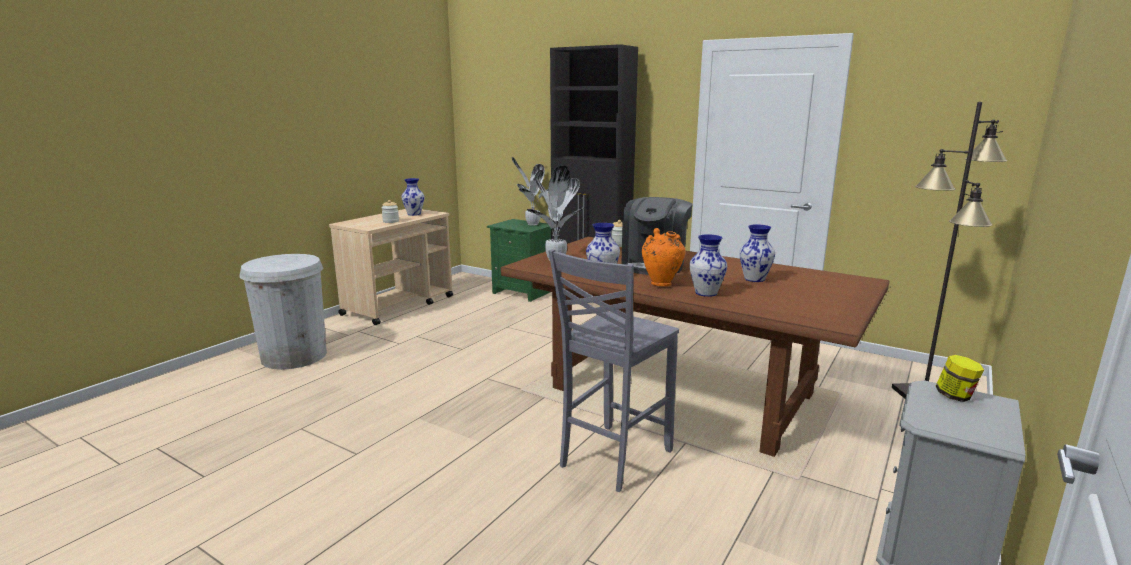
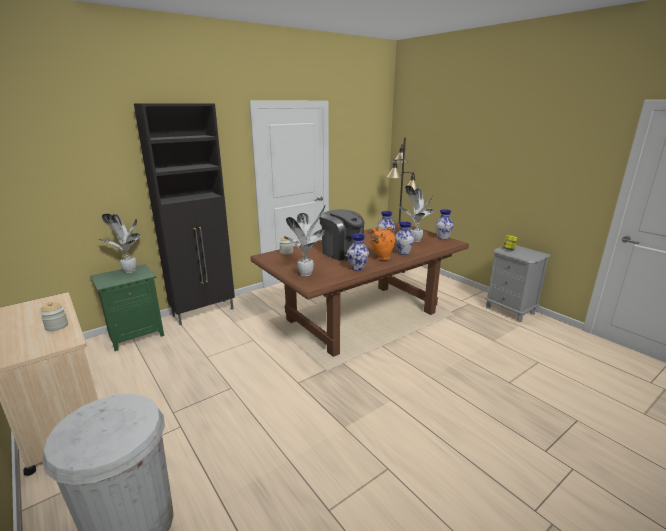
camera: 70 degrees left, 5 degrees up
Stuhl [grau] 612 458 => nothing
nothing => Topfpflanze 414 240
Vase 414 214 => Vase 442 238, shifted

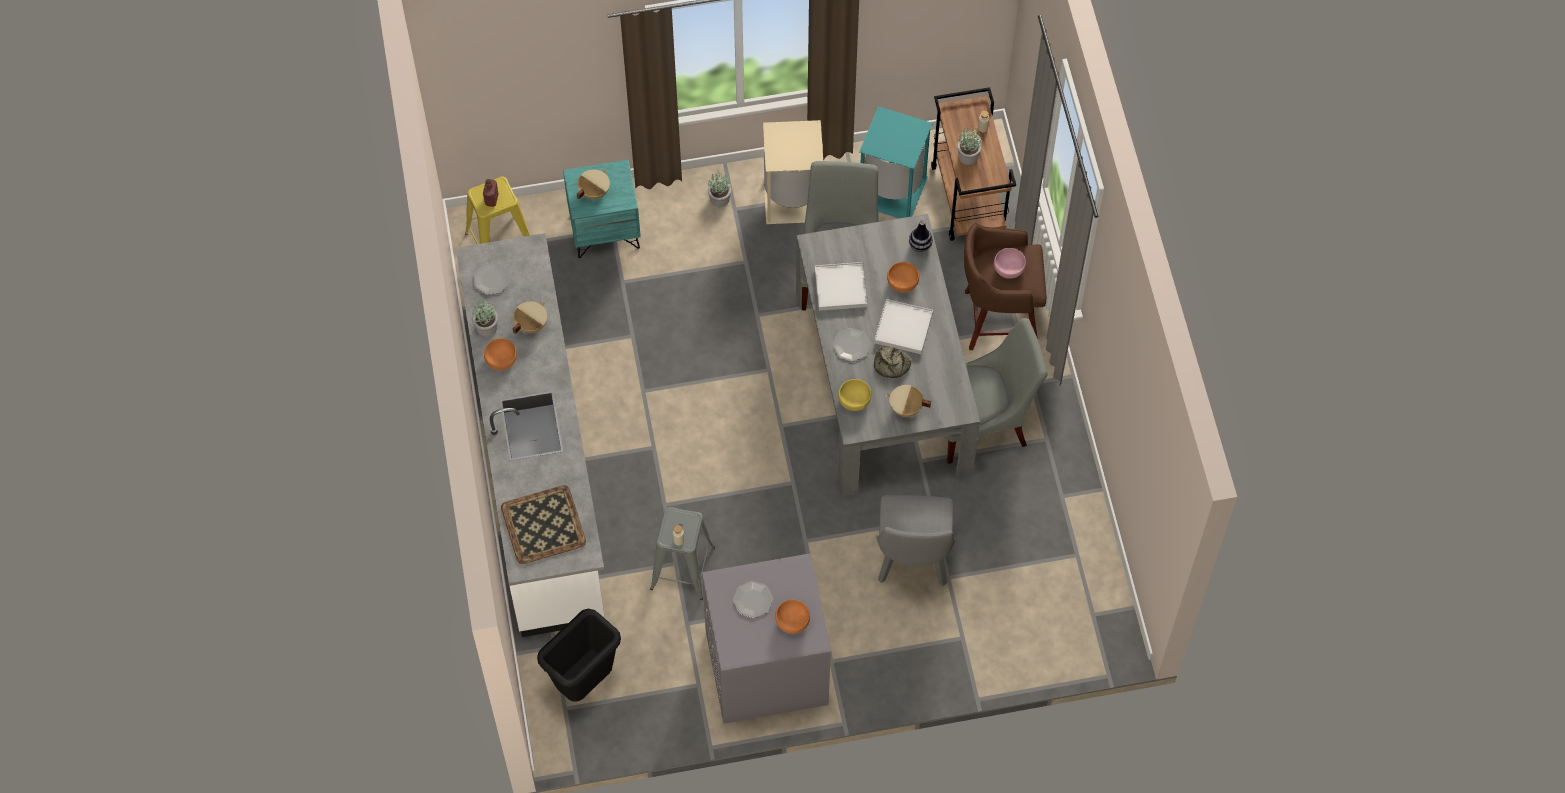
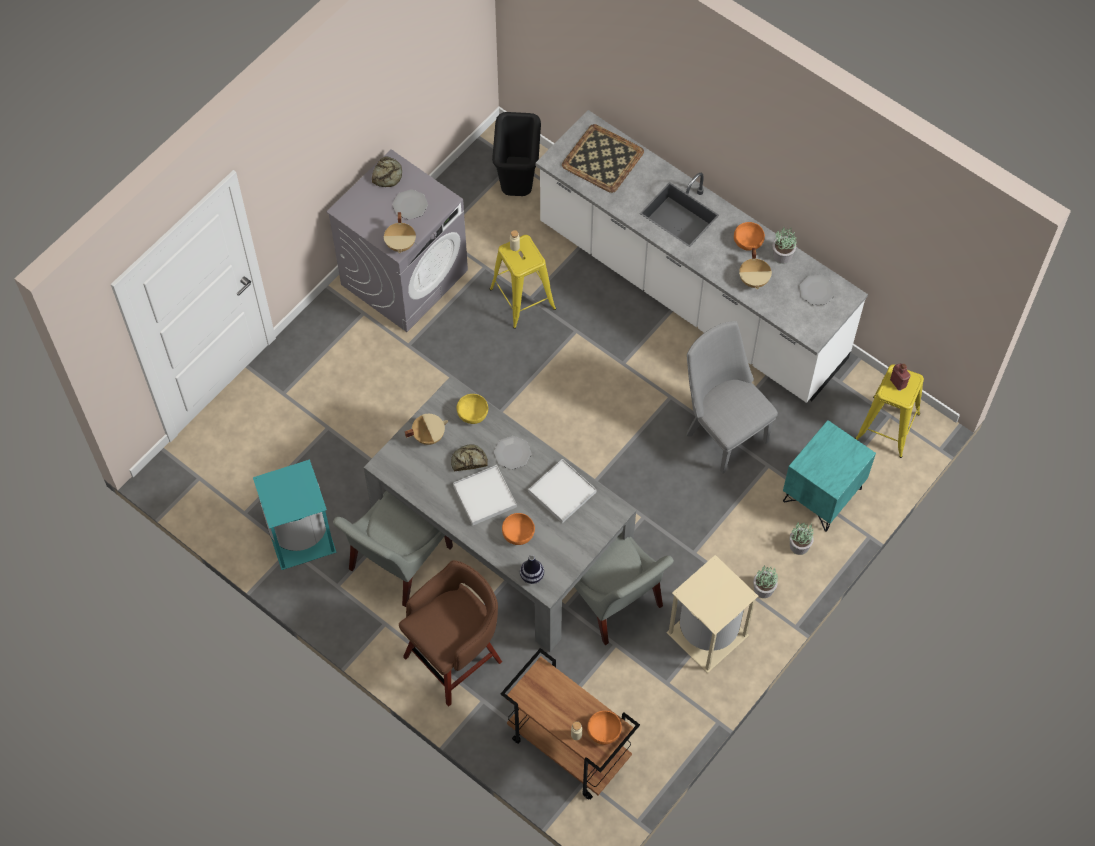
camera: 140 degrees right, 0 degrees up
Schüssel [rosa] 1009 268 => nothing
nothing => Brot 388 174
Kochtopf [beige] 593 191 => Kochtopf [beige] 401 244, shifted
Schüssel [orange] 792 621 => Schüssel [orange] 604 731, shifted
Mülleimer [türkis] 893 192 => Mülleimer [türkis] 299 536, shifted
Stuhl [grau] 913 563 => Stuhl [grau] 722 432, shifted
Topfpflanze 967 156 => Topfpflanze 799 545, shifted
Hocker [grau] 682 568 => Hocker [gelb] 522 299

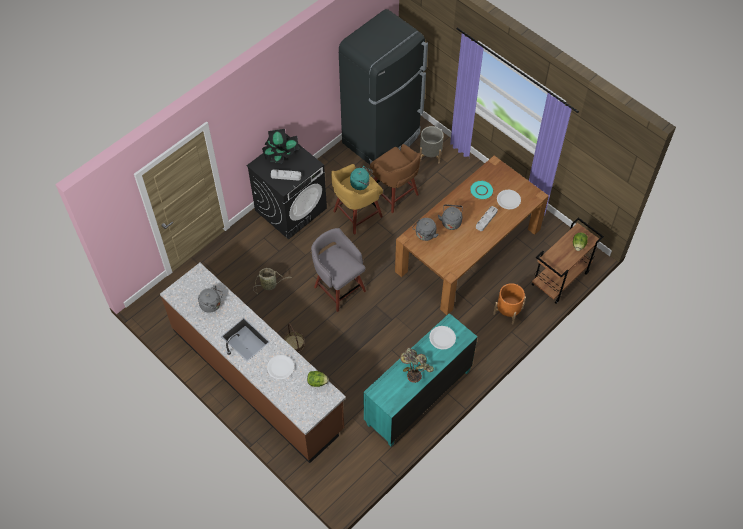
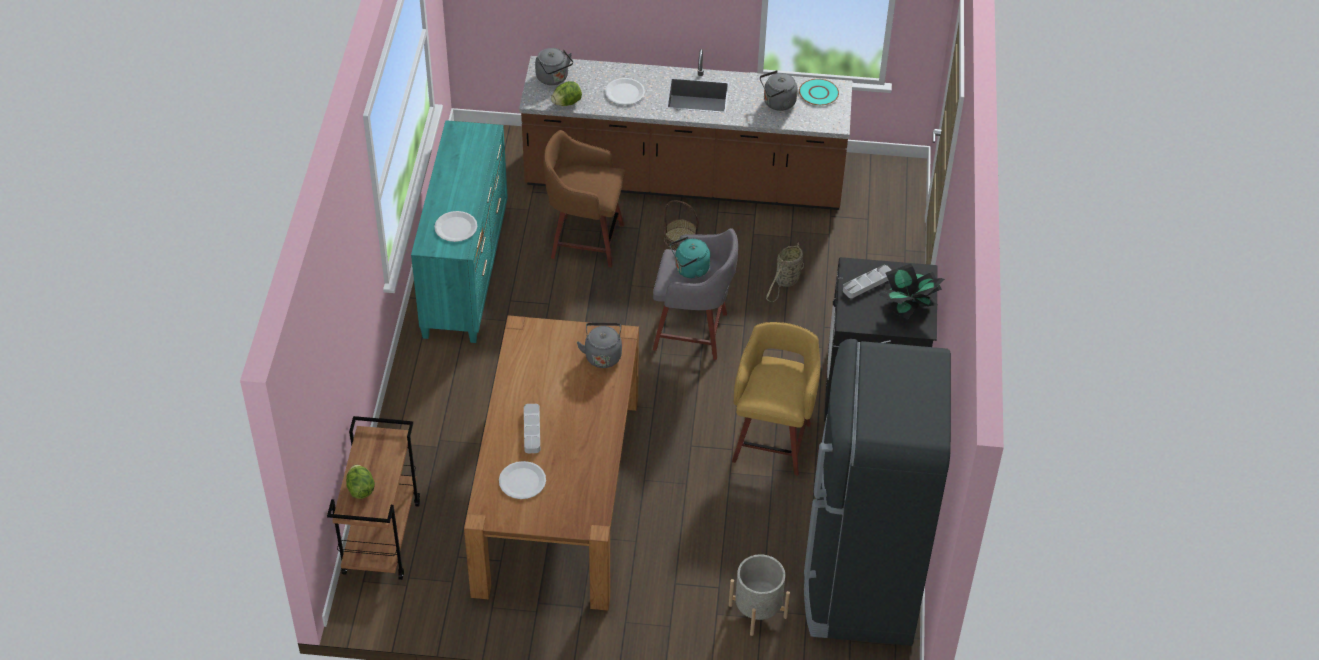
camera: 140 degrees right, 10 degrees down
Topfpflanze 415 368 => nothing
Pflanzkübel [orange] 508 311 => nothing
Wasserkessel [türkis] 361 184 => Wasserkessel [türkis] 690 270, shifted
Hocker [braun] 395 194 => Hocker [braun] 584 240, shifted
Wasserkessel [grau] 451 222 => Wasserkessel [grau] 553 78, shifted
Teller [türkis] 481 190 => Teller [türkis] 819 93, shifted

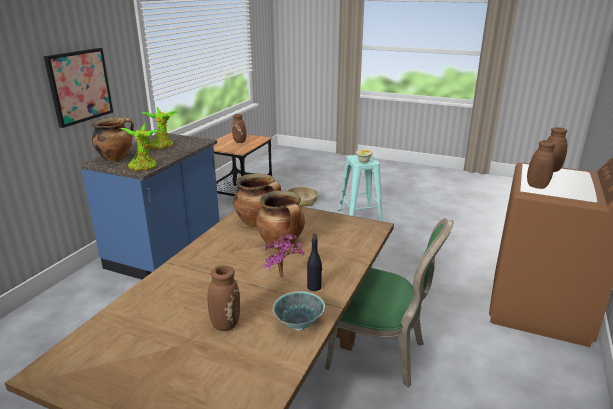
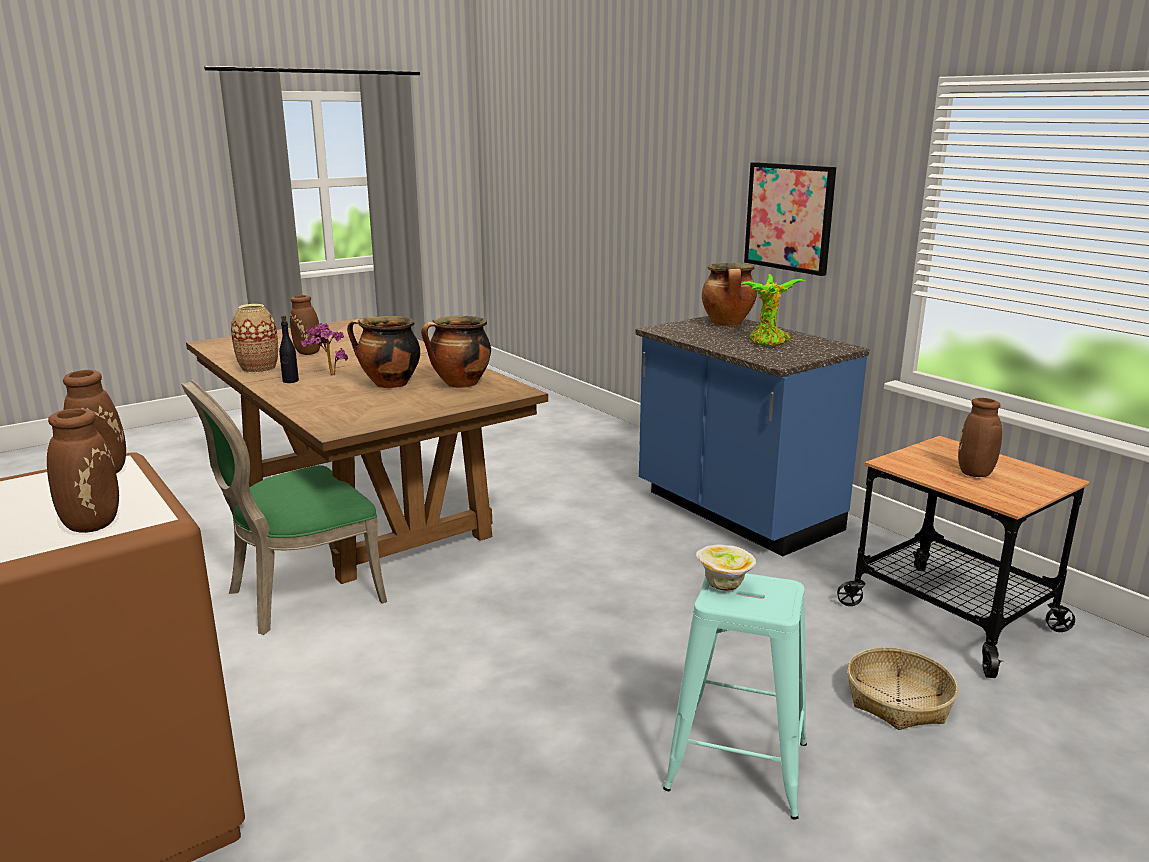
camera: 120 degrees right, 5 degrees down
Topfpflanze 144 167 => nothing
Schüssel 299 324 => Vase 258 369

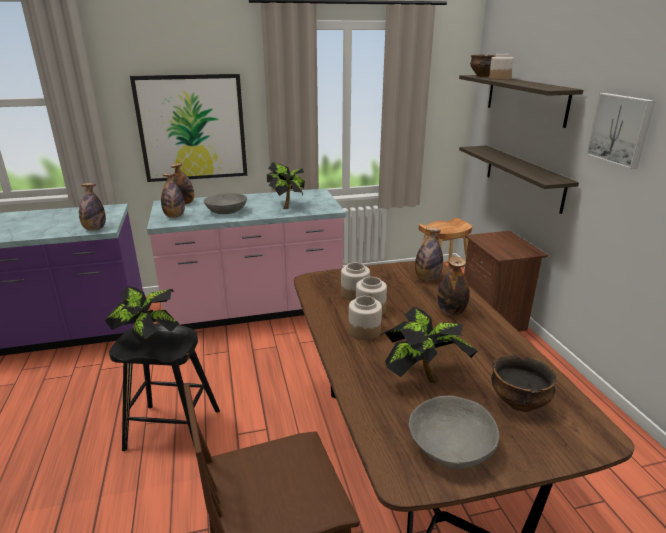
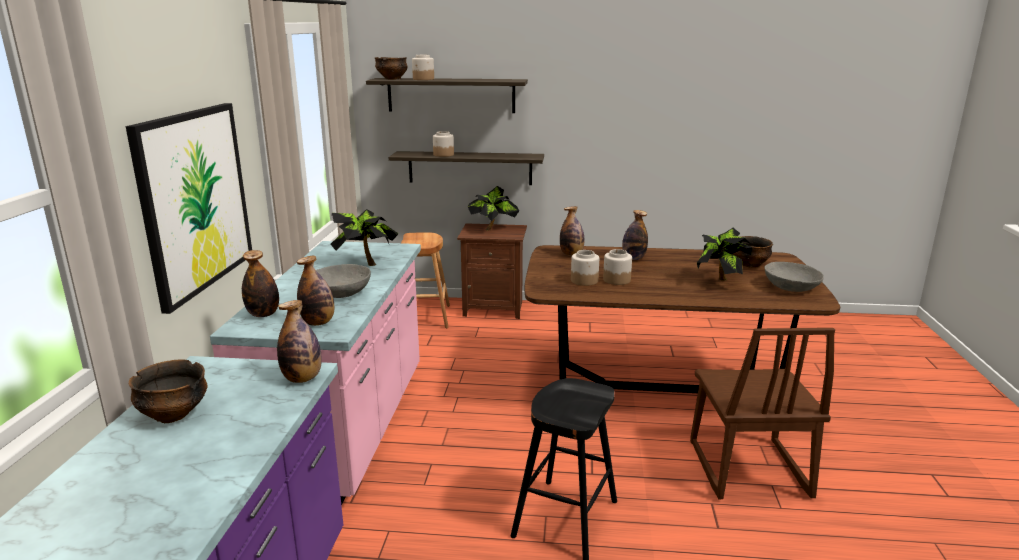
camera: 70 degrees left, 5 degrees down
Bild 620 129 => nothing
nothing => Schüssel 173 414
Topfpflanze 148 342 => Topfpflanze 493 229, shifted
Vorratsglas 364 331 => Vorratsglas 443 155, shifted

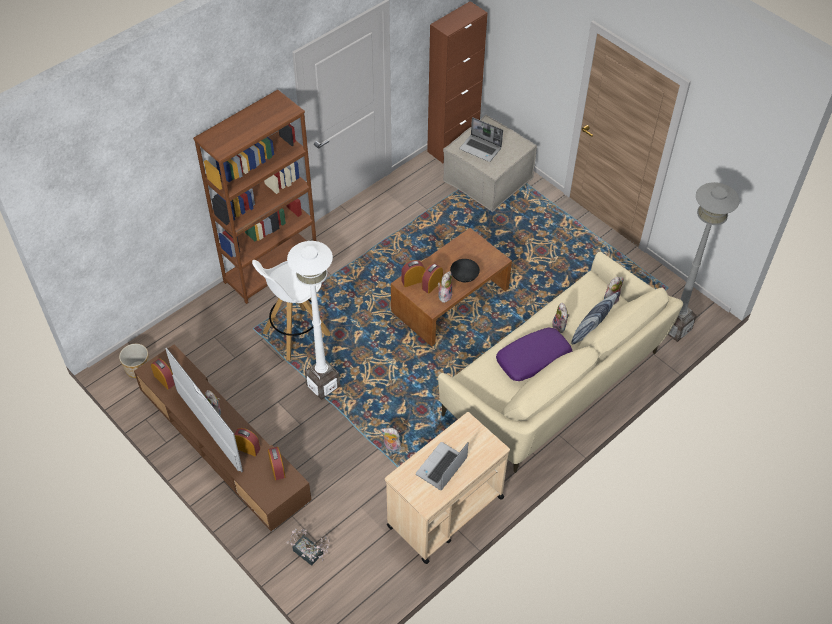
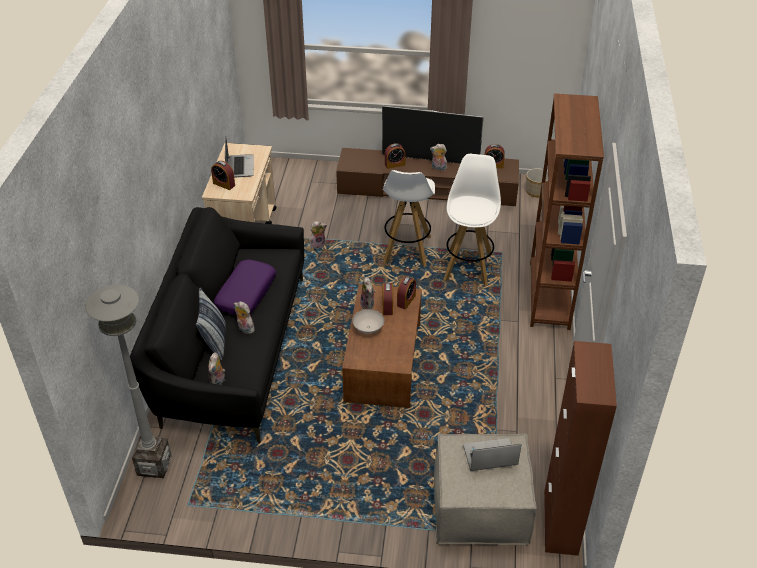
camera: 140 degrees right, 10 degrees down
Topfpflanze 310 554 => nothing
Wecker 277 468 => Wecker 224 184, shifted
Stehlampe [weiß] 323 385 => Hocker [weiß] 407 250
Sofa [beige] 555 384 => Sofa [schwarz] 232 350
Schüssel [schwarz] 464 277 => Schüssel [weiß] 368 328

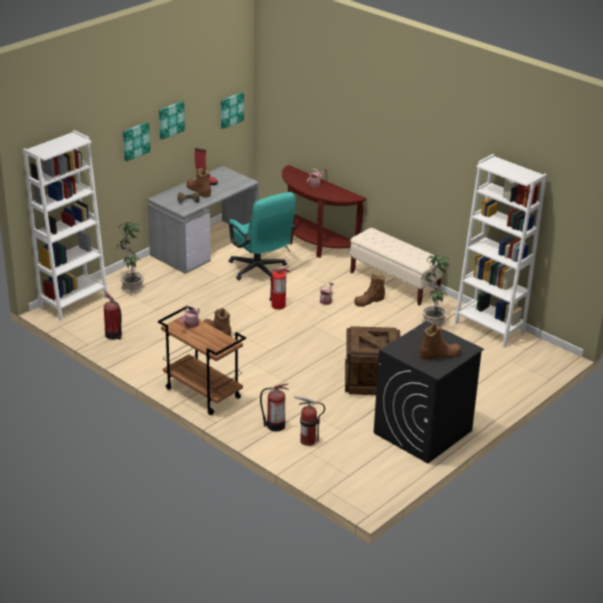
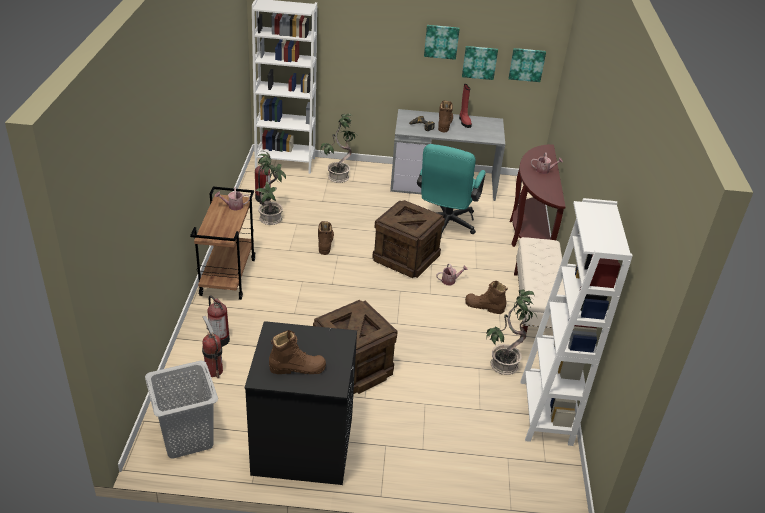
camera: 50 degrees right, 5 degrees up
nothing => Wäschekorb [grau] 187 438
nothing => Topfpflanze 271 219
Bild 135 141 => Bild 479 62, shifted
Feuerlöscher 278 305 => Kiste 406 258
Stiefel [braun] 439 354 => Stiefel [braun] 297 368, 45 degrees counterclockwise

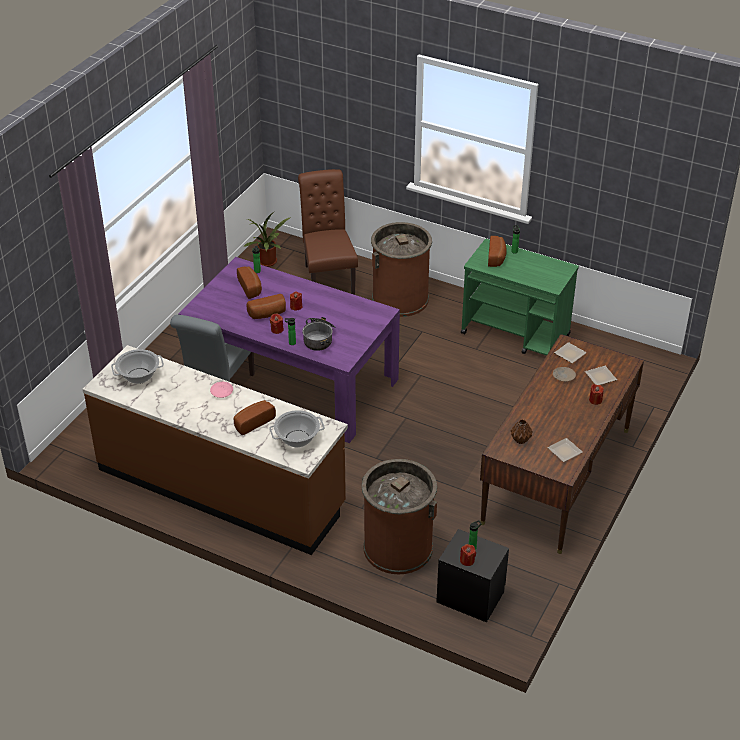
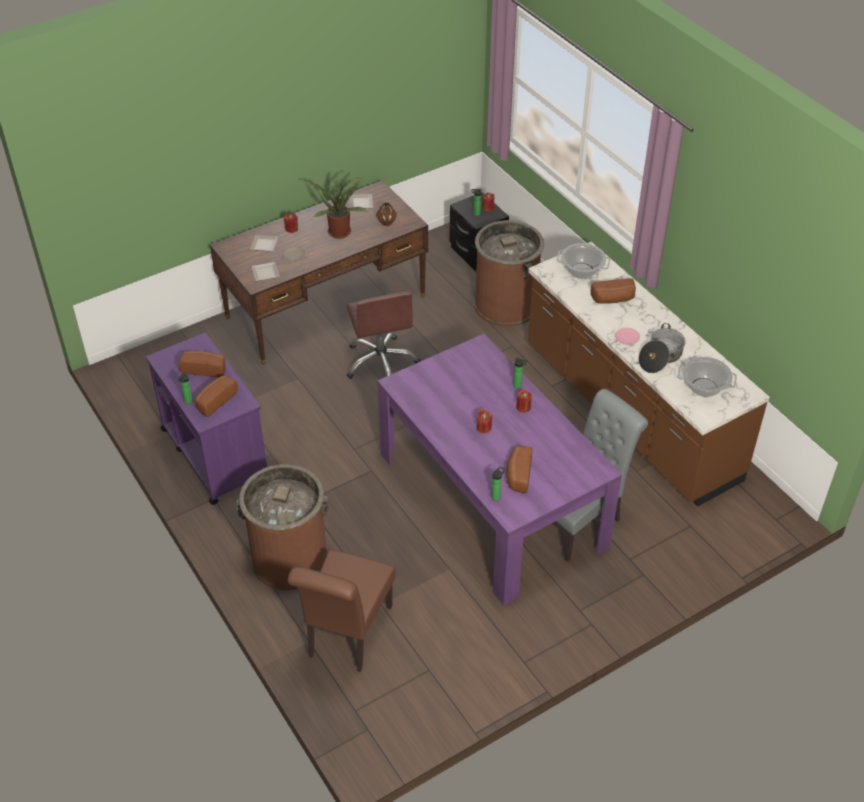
camera: 150 degrees left, 5 degrees up
nothing => Bürostuhl [braun] 381 362
Topfpflanze 268 263 => Topfpflanze 340 230, shifted
Brot 268 314 => Brot 204 369, shifted
Kochtopf 319 338 => Kochtopf 660 357, shifted
Rollwagen [grün] 516 334 => Rollwagen [lila] 214 453

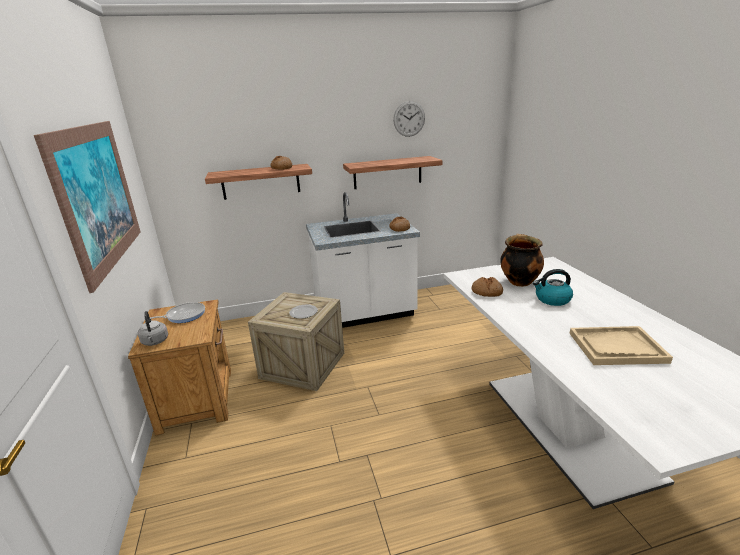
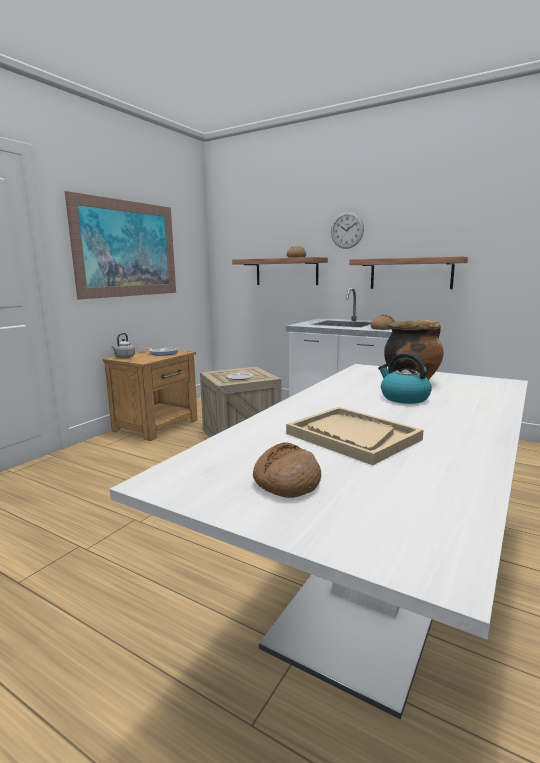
camera: 45 degrees right, 10 degrees down
Wanduhr 409 119 => Wanduhr 347 230, shifted
Brot 486 292 => Brot 286 482, shifted

